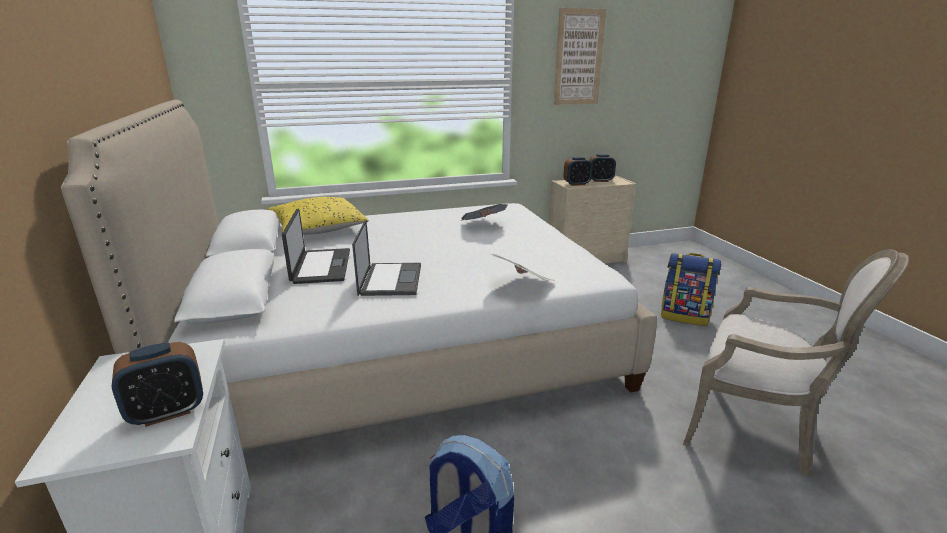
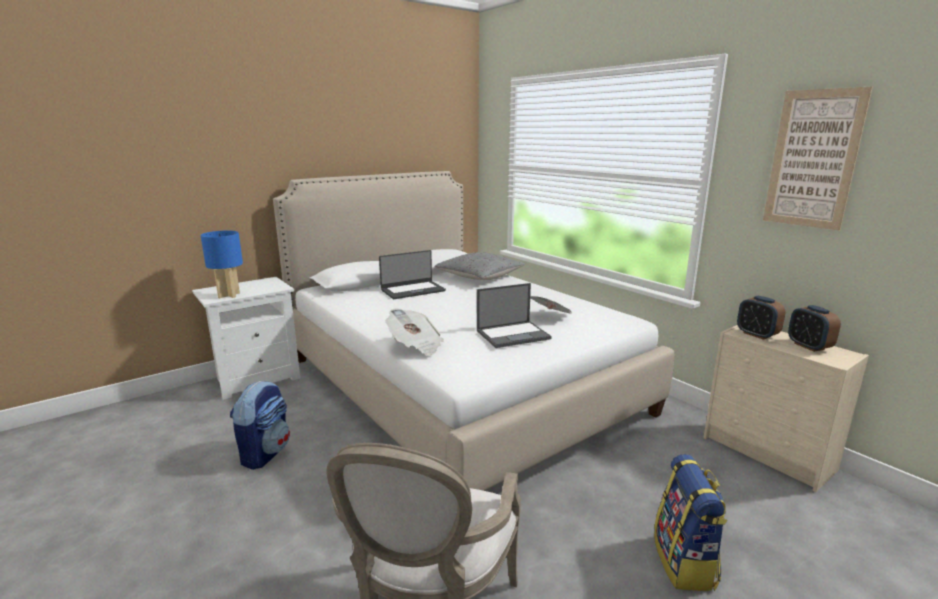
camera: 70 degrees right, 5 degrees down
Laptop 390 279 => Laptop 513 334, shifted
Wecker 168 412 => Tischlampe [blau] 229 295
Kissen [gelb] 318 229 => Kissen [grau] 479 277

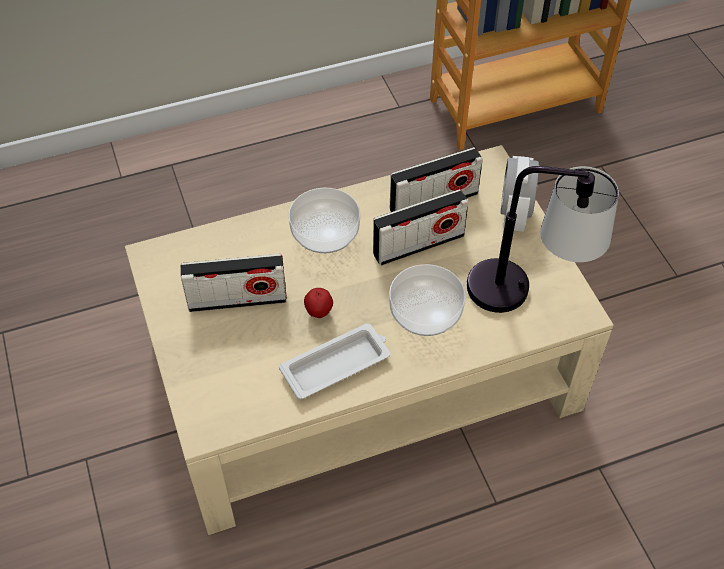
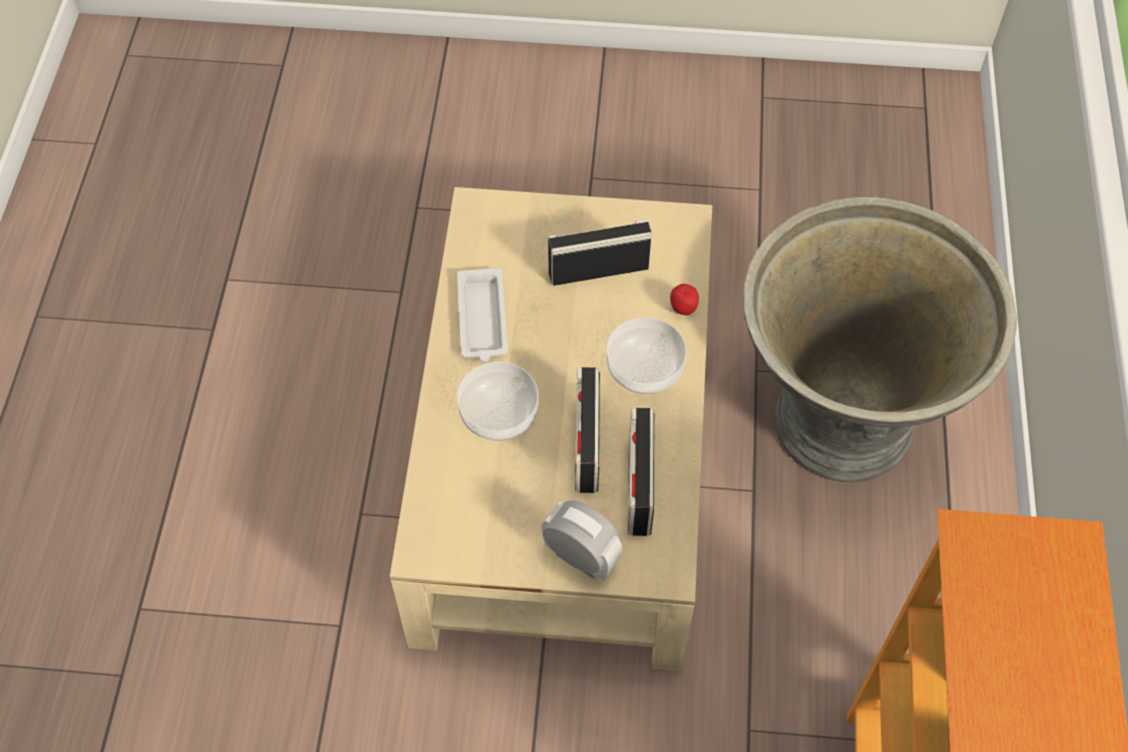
camera: 115 degrees right, 5 degrees up
Tischlampe 527 292 => nothing
nothing => Pflanzkübel [grau] 838 423
Apfel 319 313 => Apfel 683 310, shifted
Radio 237 299 => Radio 598 269, 60 degrees clockwise

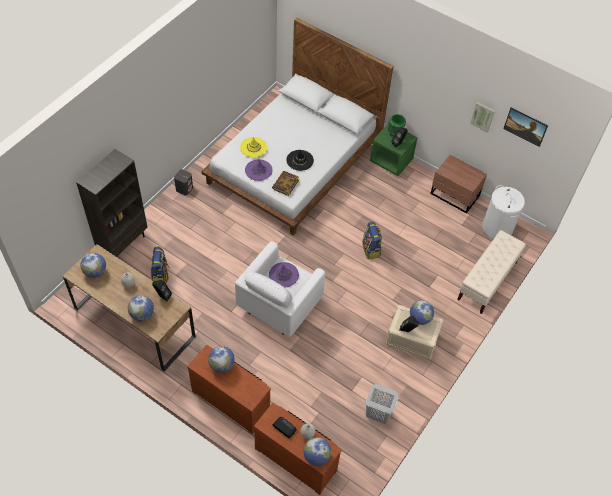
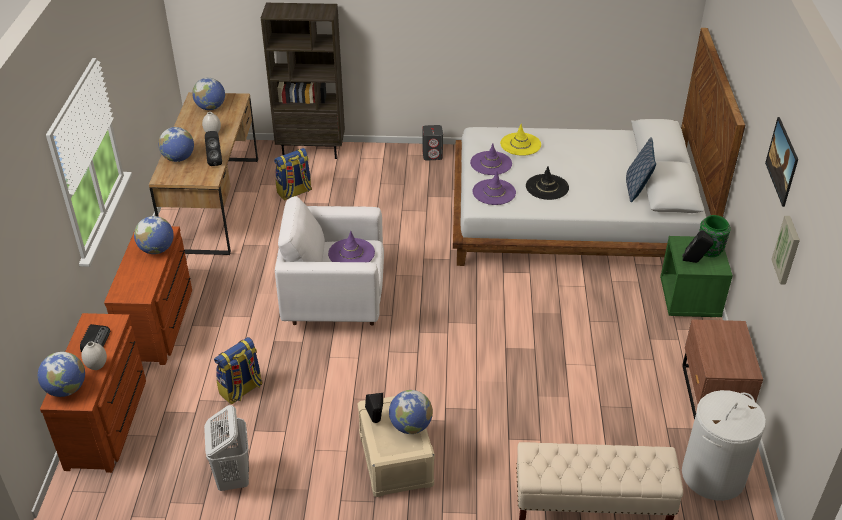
camera: 60 degrees right, 15 degrees down
nothing => Kissen 636 188
Rucksack 371 250 => Rucksack 241 390, shifted
Bild 523 132 => Bild 778 173, shifted
Buch 285 184 => Hut [lila] 494 192

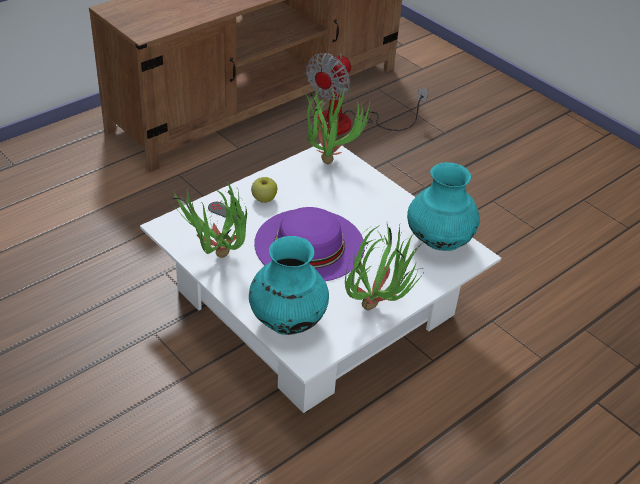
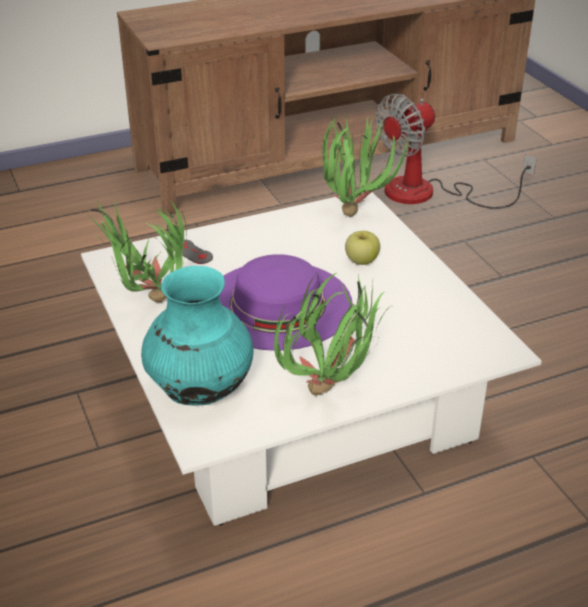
camera: 20 degrees right, 5 degrees down
Vase [türkis] 439 242 => nothing
Apfel 264 199 => Apfel 361 260, shifted

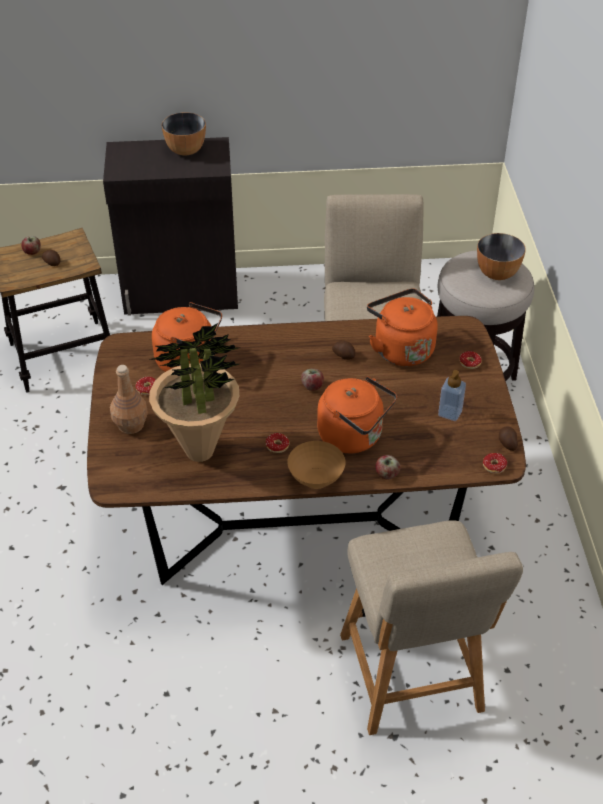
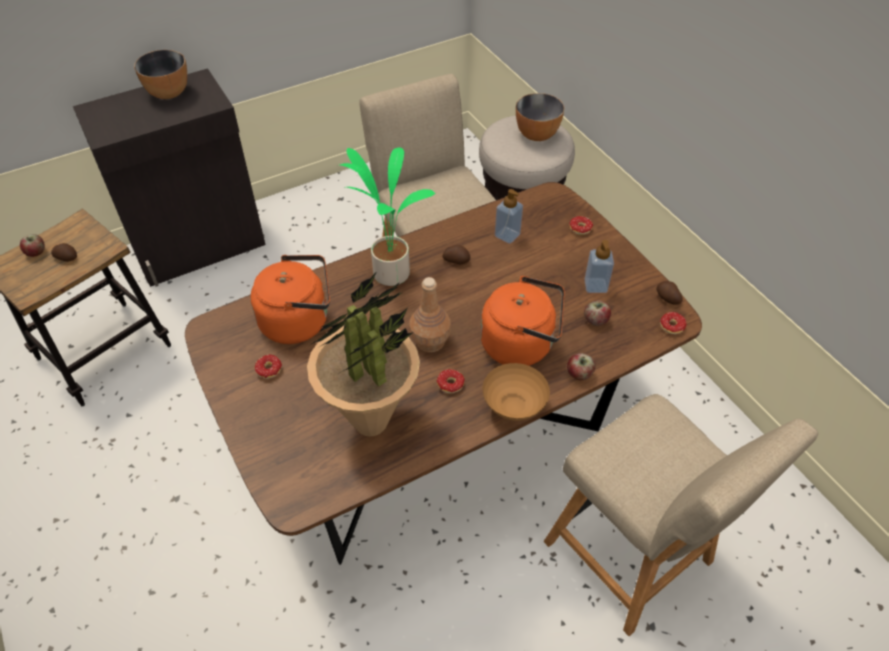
camera: 25 degrees left, 5 degrees up
nothing => Topfpflanze 390 272
Flasche [braun] 130 425 => Flasche [braun] 430 341, shifted
Apfel 312 386 => Apfel 595 320, shifted
Wasserkessel [orange] 401 348 => Seifenspender 507 235

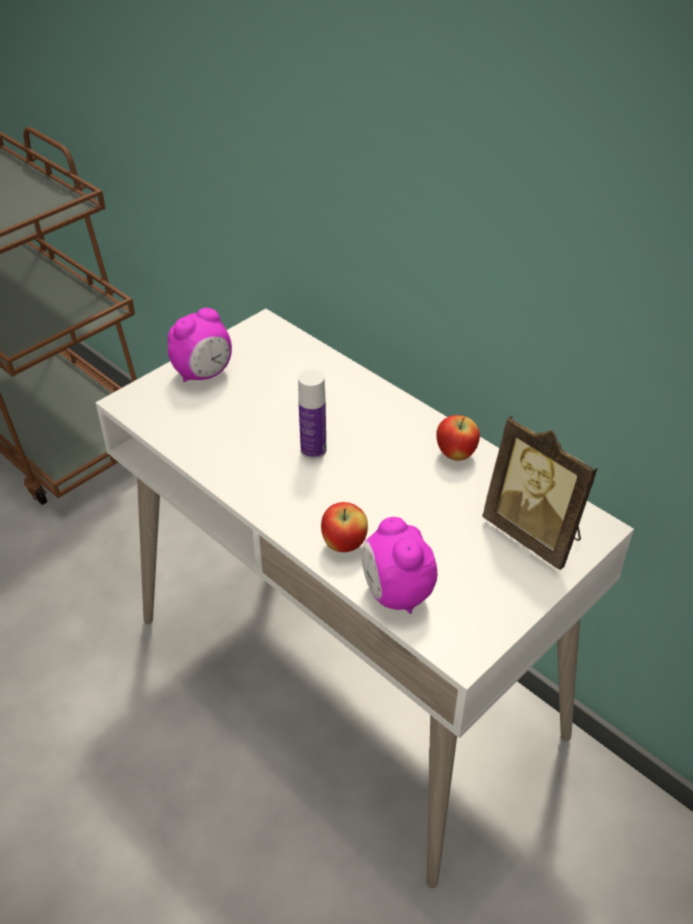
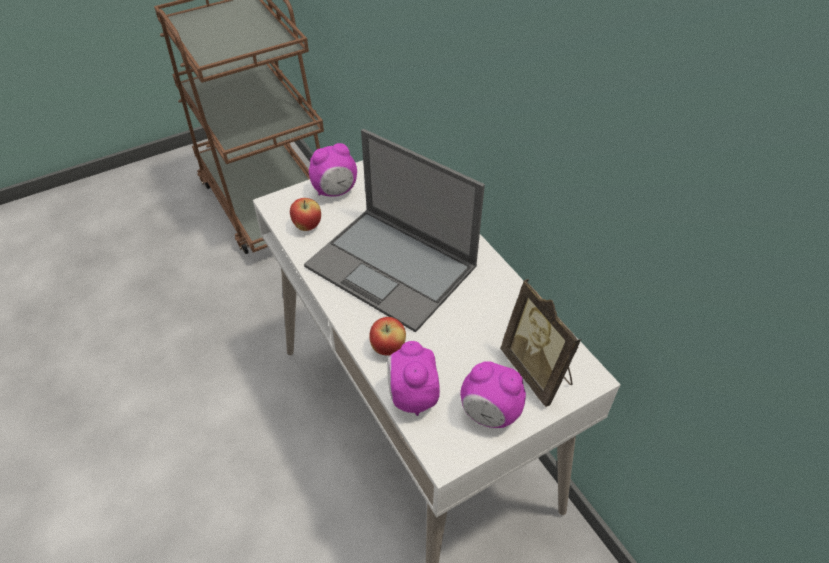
camera: 15 degrees right, 5 degrees up
nothing => Wecker 489 413
Apfel 455 455 => Apfel 307 226, shifted
Flasche 313 450 => Laptop 393 267

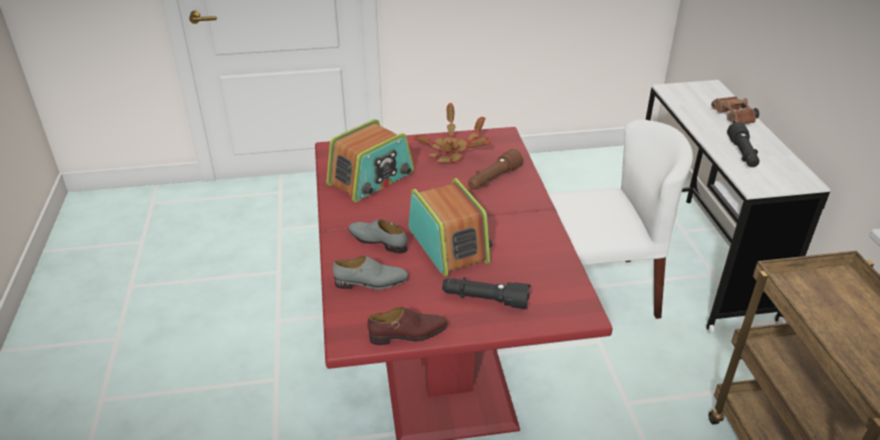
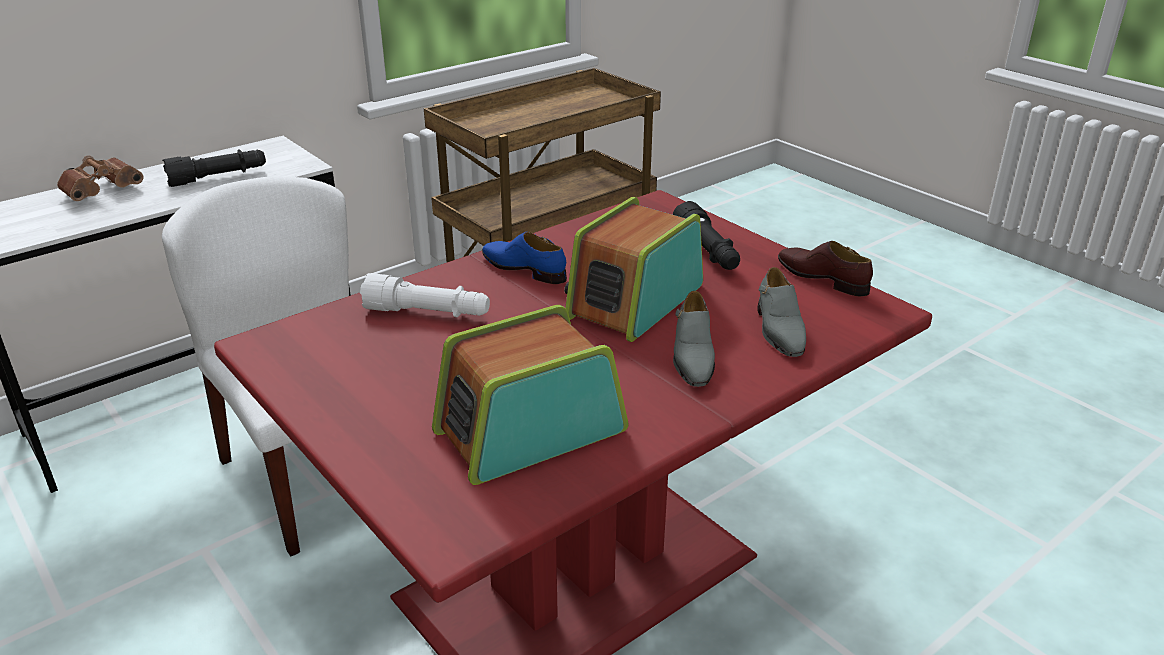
camera: 120 degrees left, 5 degrees down
Topfpflanze 451 151 => nothing
nothing => Schuh [blau] 524 269
Taschenlampe [braun] 493 179 => Taschenlampe [weiß] 428 313
Radio 371 179 => Radio 529 431, 45 degrees counterclockwise
Schuh [grau] 371 282 => Schuh [grau] 779 330, 150 degrees counterclockwise

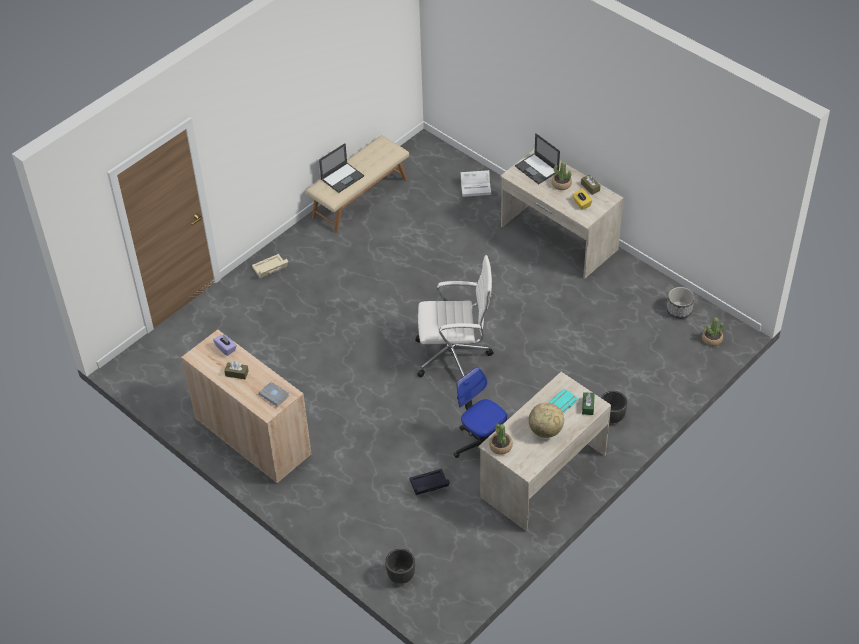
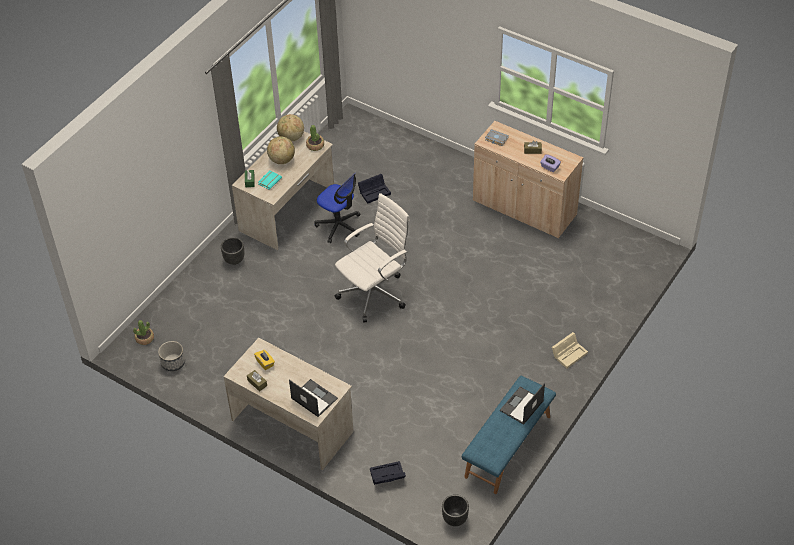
camera: 170 degrees right, 0 degrees up
Topfpflanze 561 184 => nothing
nothing => Globus 291 137
Pflanzkübel [schwarz] 401 576 => Pflanzkübel [schwarz] 454 519, shifted
Bank [beige] 359 198 => Bank [blau] 508 446
Aufbewahrungsbox [weiß] 476 187 => Aufbewahrungsbox [schwarz] 386 476
Bürostuhl [weiß] 454 356 => Bürostuhl [weiß] 374 293, 150 degrees clockwise

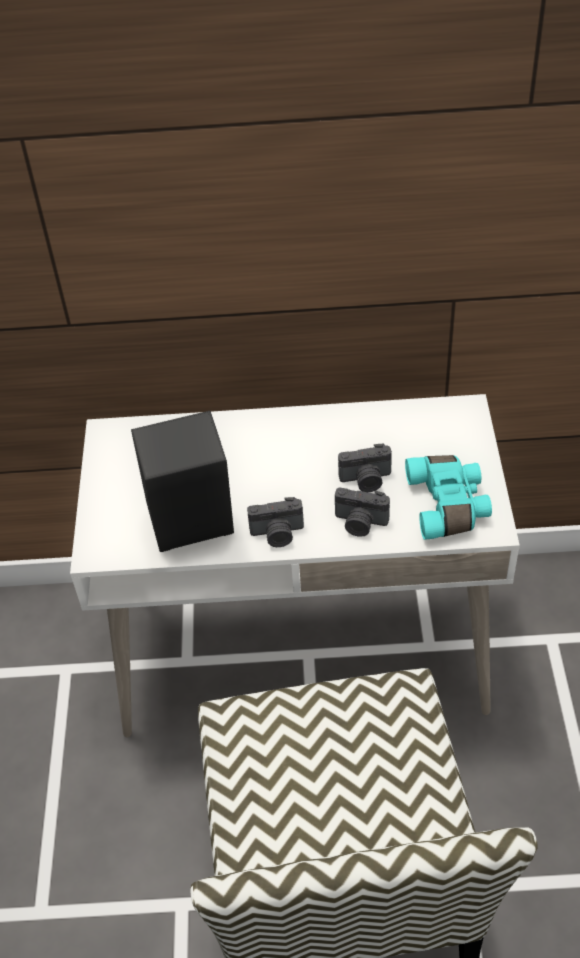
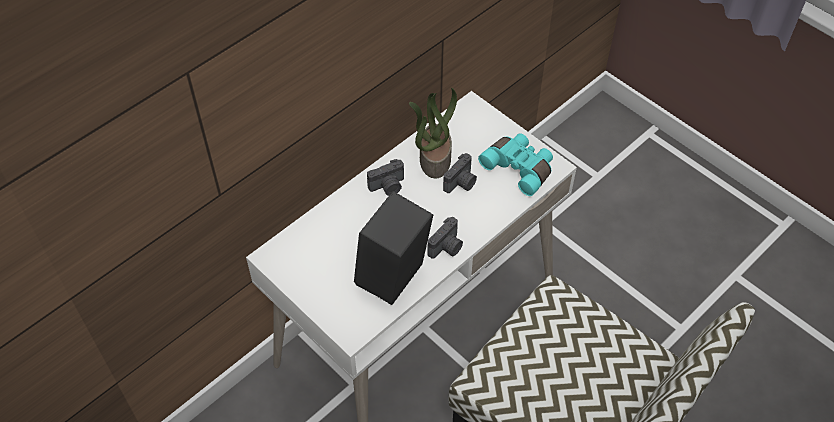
camera: 45 degrees left, 5 degrees up
nothing => Topfpflanze 434 158
Kamera 360 523 => Kamera 388 187, shifted

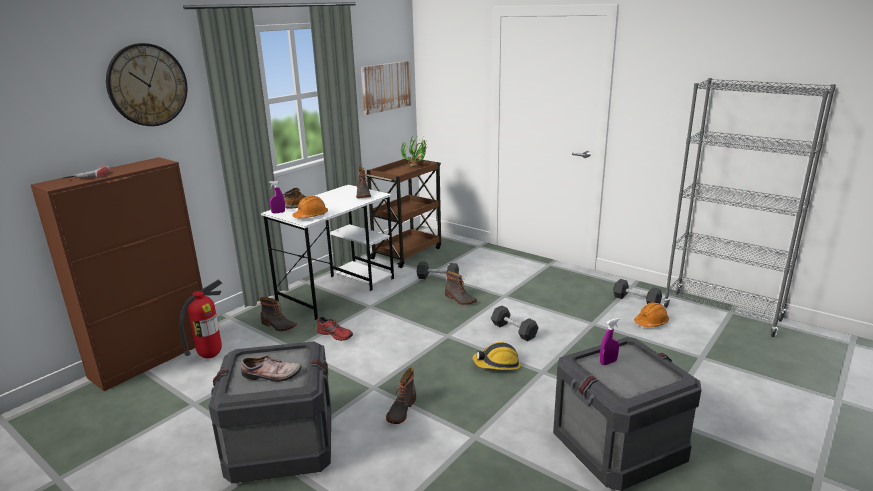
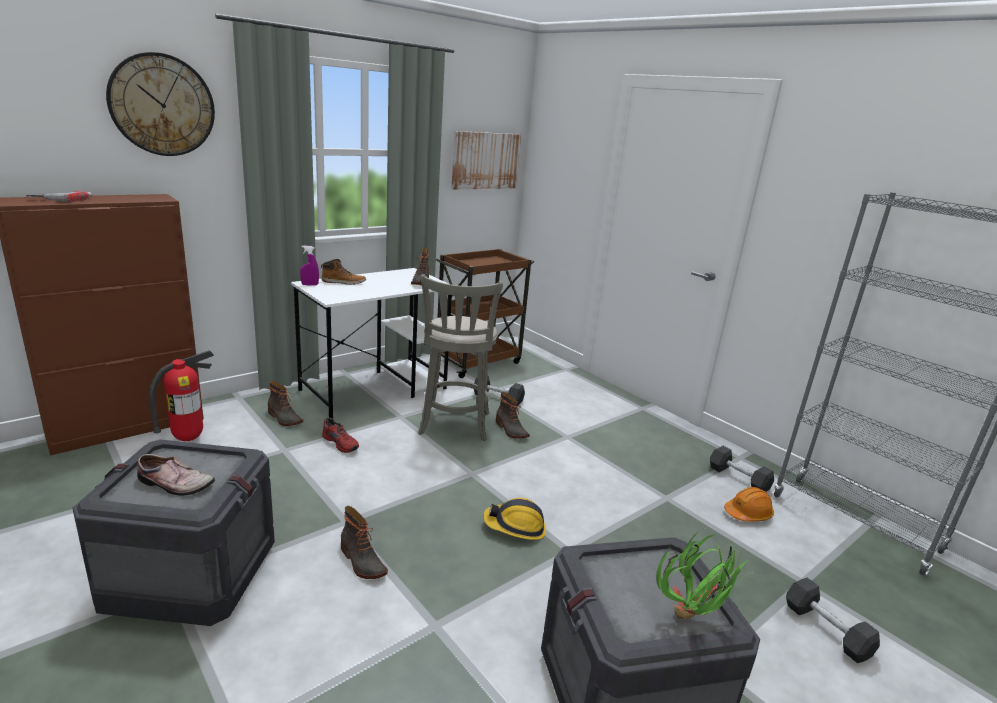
camera: 10 degrees right, 0 degrees up
Schutzhelm [orange] 311 216 => nothing
Sprühflasche [lila] 608 362 => nothing
nothing => Hocker [grau] 454 425
Topfpflanze 416 167 => Topfpflanze 693 621, shifted
Hantel [schwarz] 514 330 => Hantel [schwarz] 826 630, shifted
Stiefel 401 410 => Stiefel 361 562, 75 degrees counterclockwise

